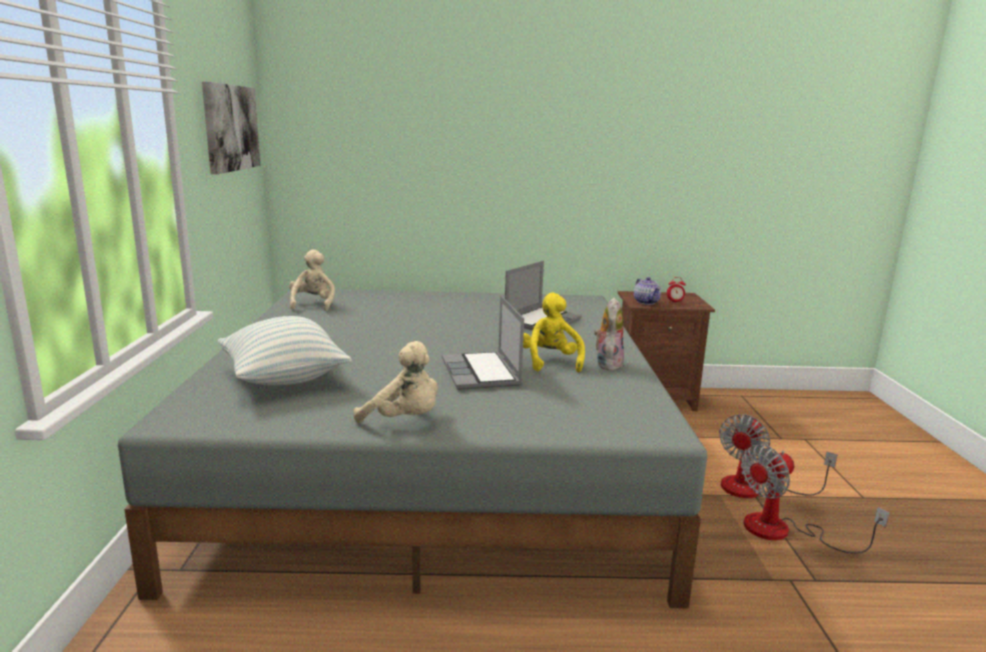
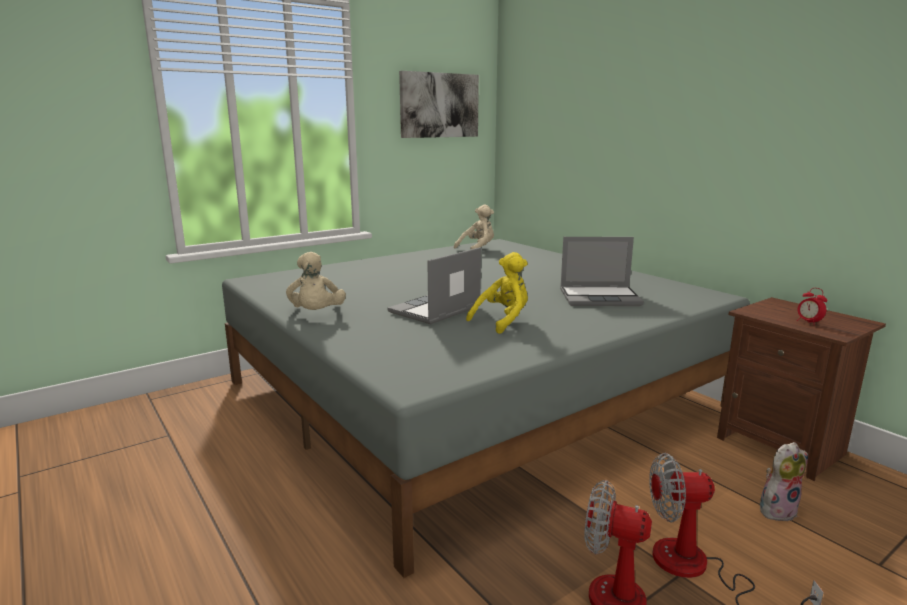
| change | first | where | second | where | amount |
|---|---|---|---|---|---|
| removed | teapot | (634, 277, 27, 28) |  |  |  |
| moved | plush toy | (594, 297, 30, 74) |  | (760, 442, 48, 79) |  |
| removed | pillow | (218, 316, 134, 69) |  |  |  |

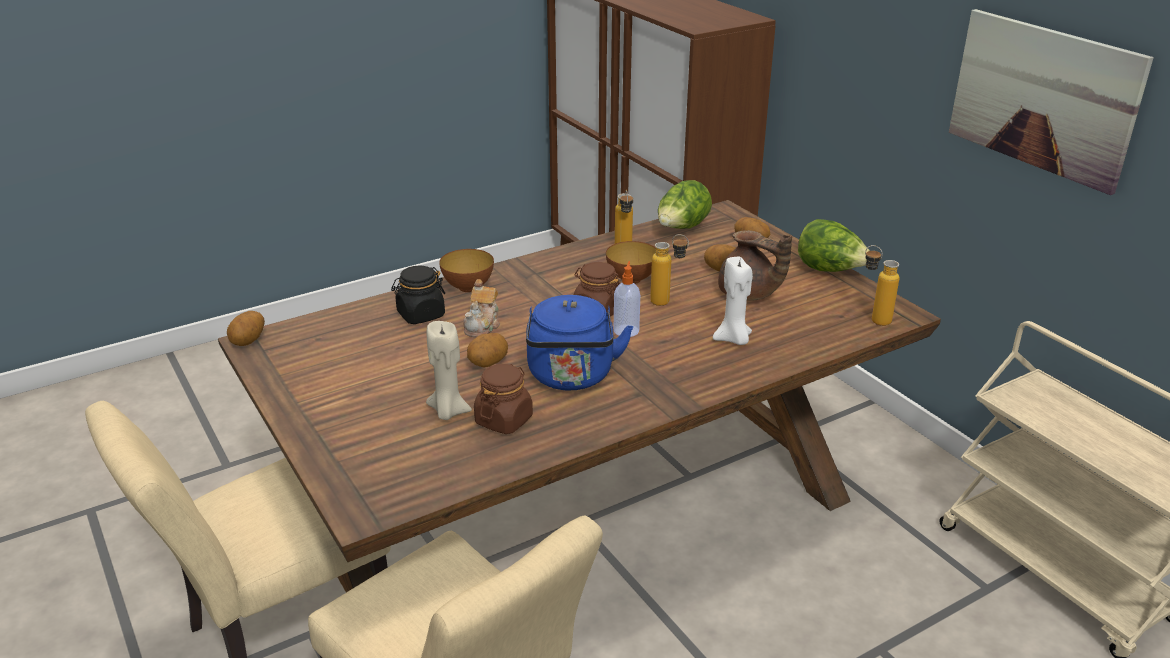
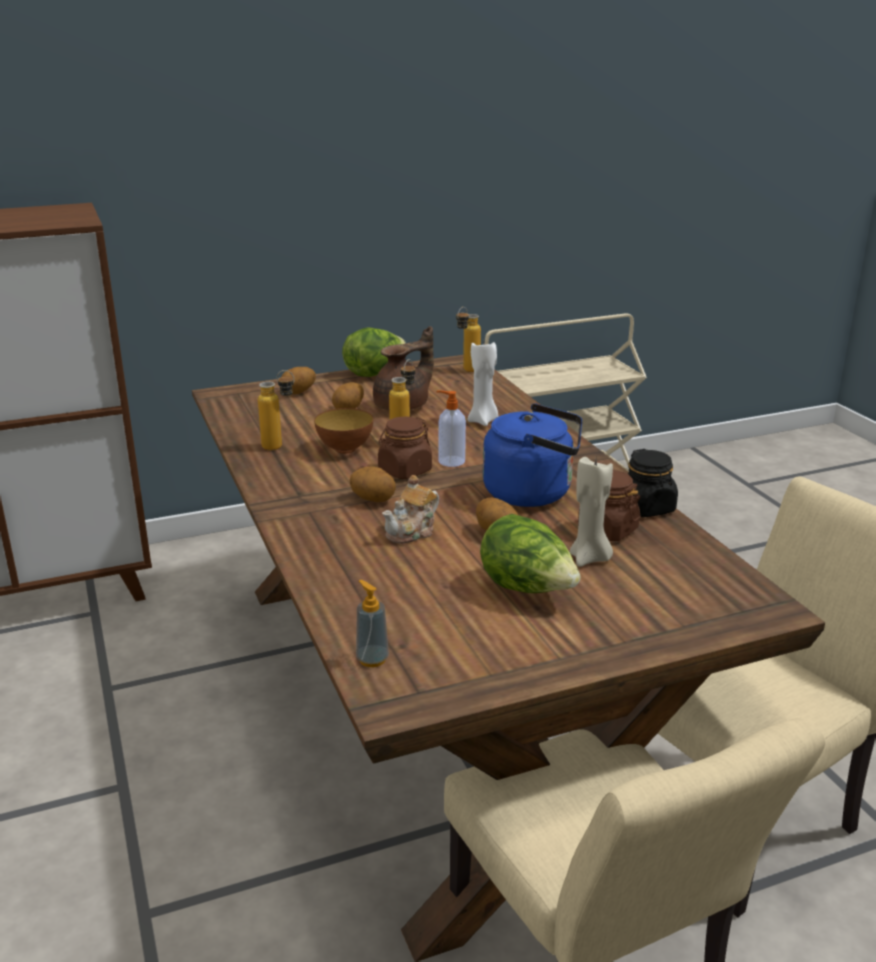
| change | first | where | second | where | amount |
|---|---|---|---|---|---|
| removed | picture | (949, 9, 205, 186) |  |  |  |
| moved | lettuce | (658, 180, 54, 49) |  | (480, 514, 101, 79) |  |
| removed | bowl | (439, 249, 55, 43) |  |  |  |
| moved | black jar | (391, 266, 54, 58) |  | (628, 449, 50, 68) |  |
| turned | teapot | (463, 279, 37, 58) |  | (382, 475, 57, 69) | 105 degrees clockwise |
| moved | potato | (227, 311, 38, 35) |  | (350, 467, 46, 35) |  |
| added |  |  | soap dispenser | (356, 580, 33, 87) |  |

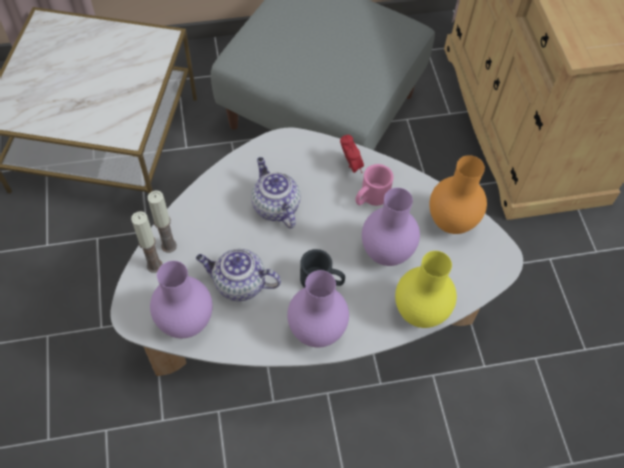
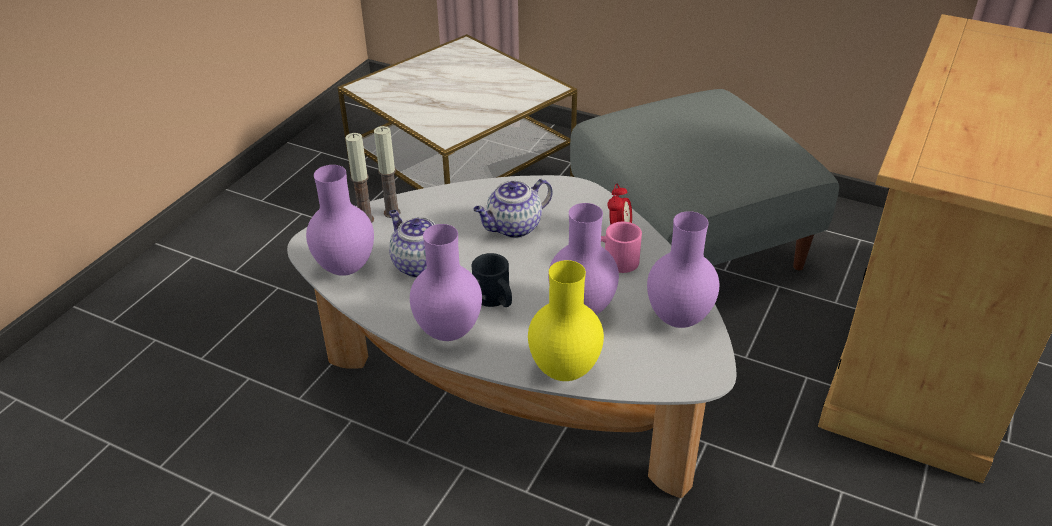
| change | first | where | second | where | amount |
|---|---|---|---|---|---|
| recoloured | orange vase | (429, 155, 58, 79) | purple vase | (647, 211, 72, 117) |  |
| turned | teapot | (251, 157, 50, 71) |  | (473, 179, 80, 59) | 135 degrees counterclockwise |

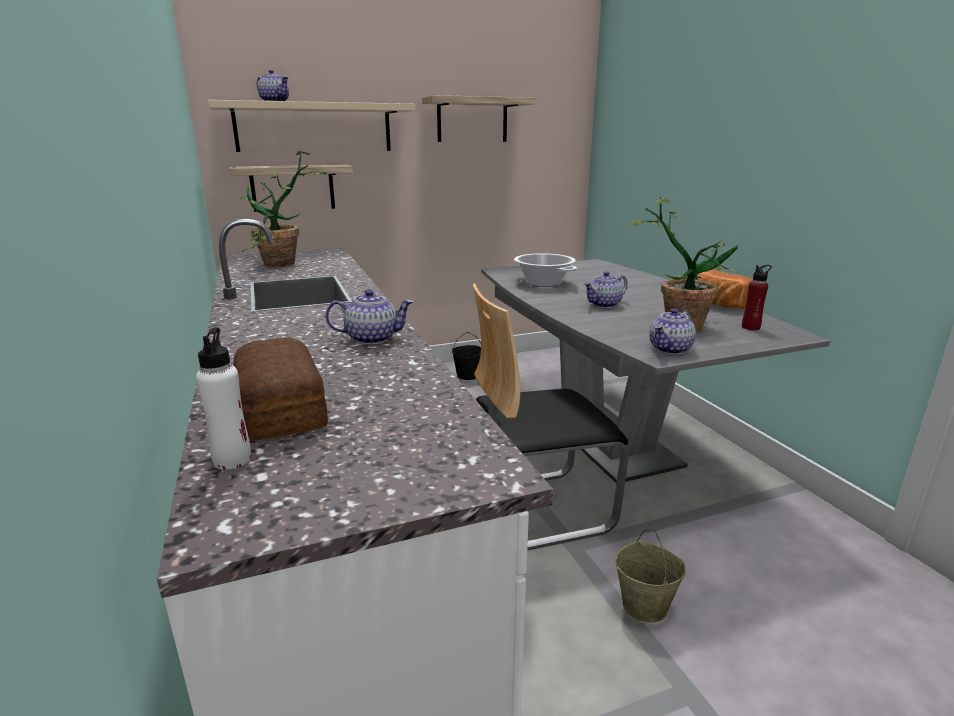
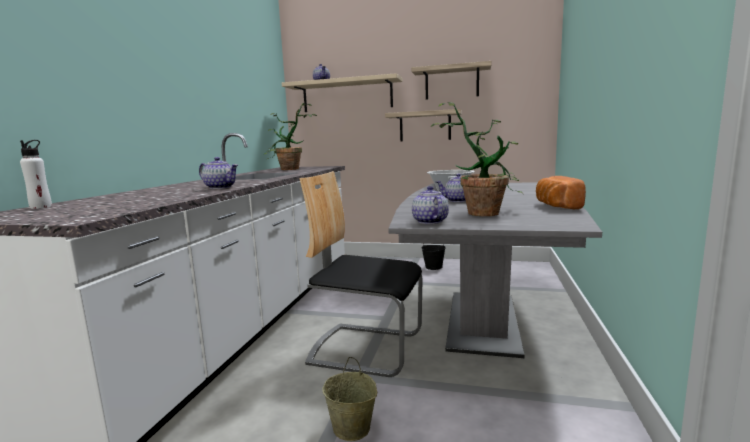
| change | first | where | second | where | amount |
|---|---|---|---|---|---|
| moved | shelf | (229, 165, 125, 47) |  | (385, 109, 77, 33) |  |
| removed | red bottle | (742, 265, 30, 65) |  |  |  |
| turned | teapot | (650, 308, 46, 46) |  | (412, 186, 37, 38) | 90 degrees clockwise |
| removed | bread | (234, 338, 94, 103) |  |  |  |

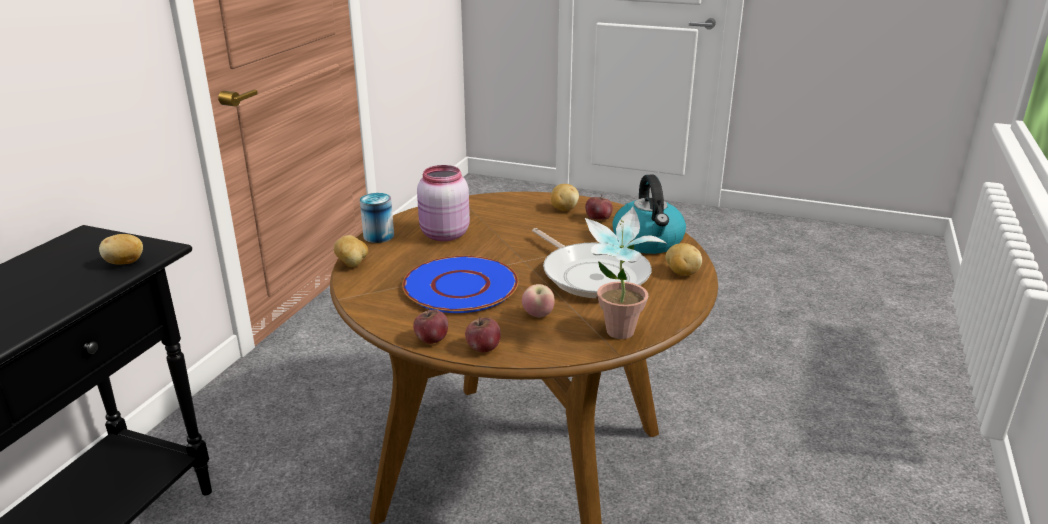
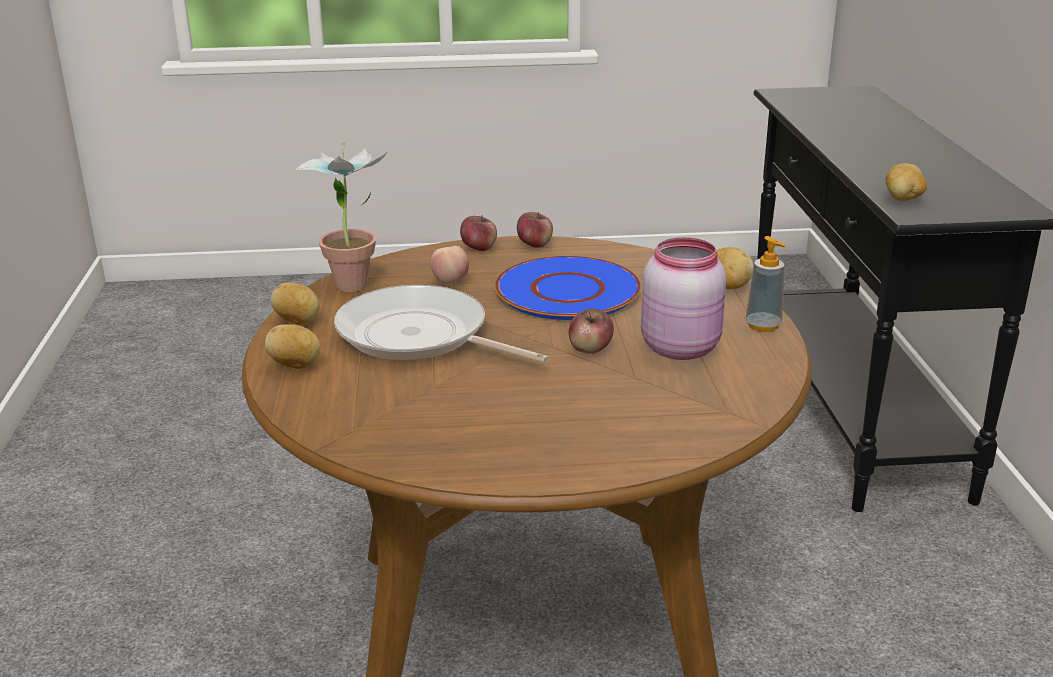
| change | first | where | second | where | amount |
|---|---|---|---|---|---|
| removed | kettle | (612, 174, 74, 80) |  |  |  |
| moved | potato | (551, 184, 28, 27) |  | (270, 283, 50, 42) |  |
| replaced | can | (360, 193, 34, 50) | soap dispenser | (746, 236, 40, 96) |  |
| moved | apple | (585, 195, 28, 25) |  | (569, 309, 45, 45) |  |

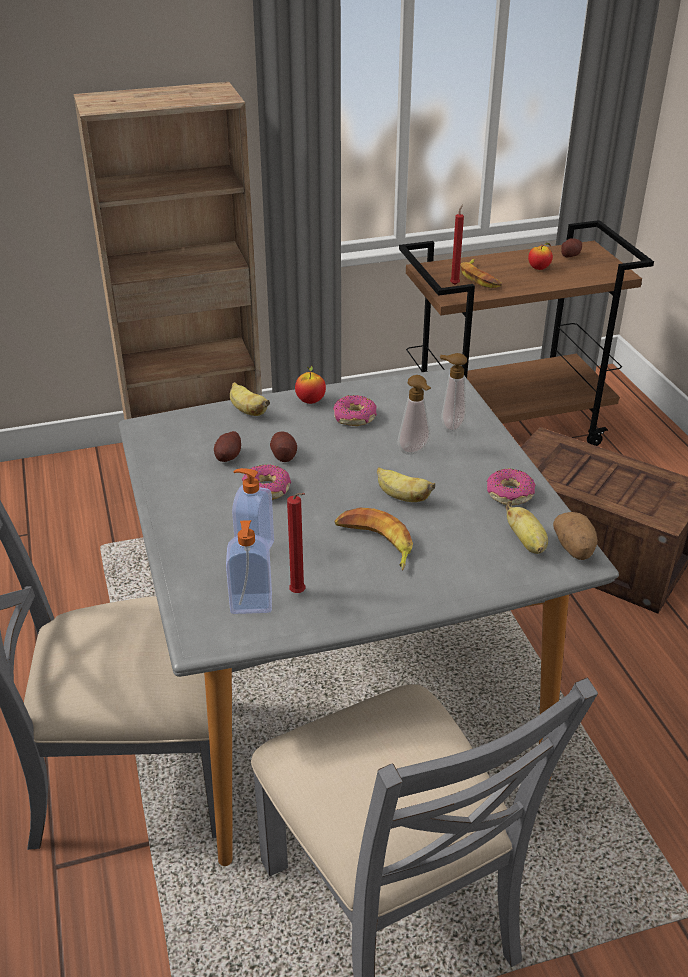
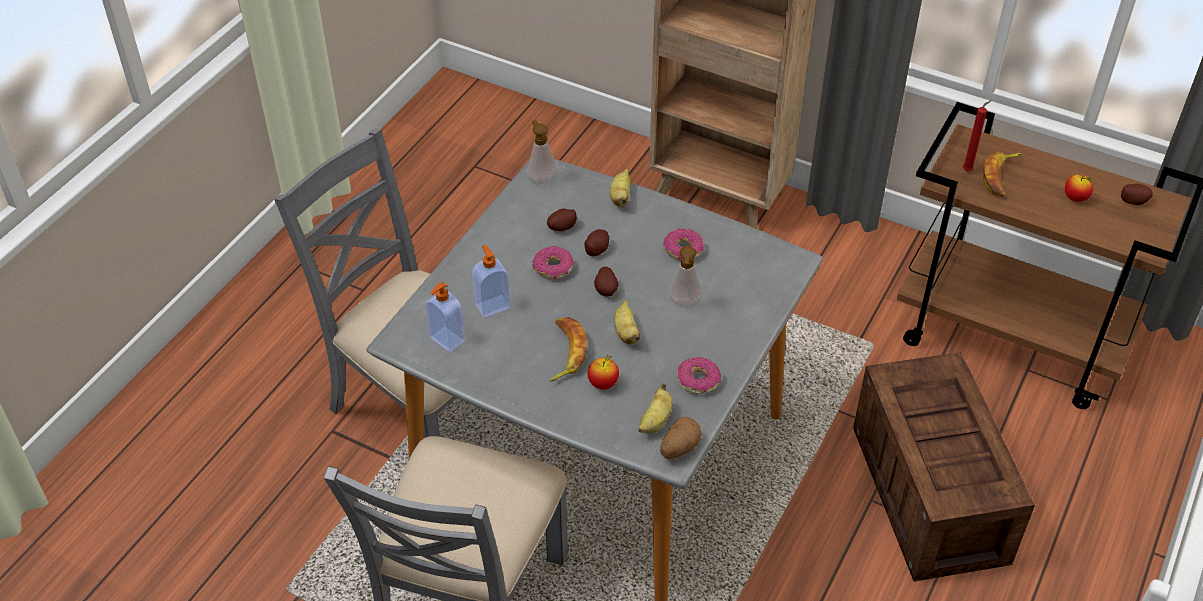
| change | first | where | second | where | amount |
|---|---|---|---|---|---|
| moved | soap dispenser | (440, 353, 27, 79) |  | (527, 120, 30, 65) |  |
| moved | apple | (295, 366, 31, 38) |  | (587, 355, 32, 35) |  |
| removed | red candle | (287, 493, 18, 100) |  |  |  |
| added |  |  | potato | (594, 267, 24, 30) |  |

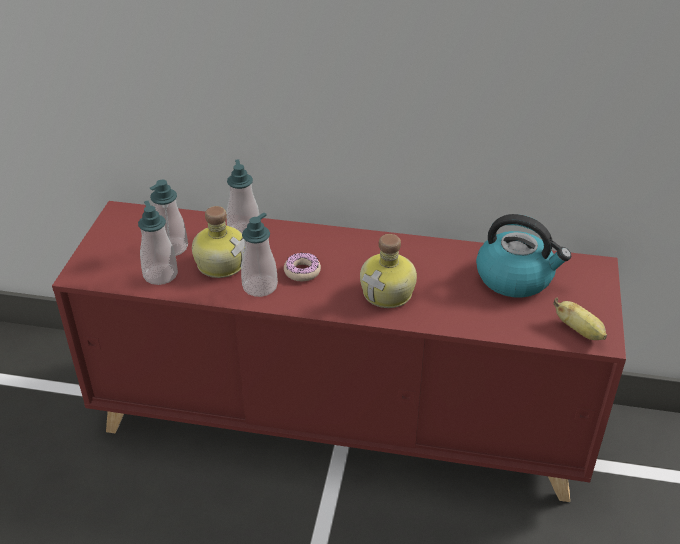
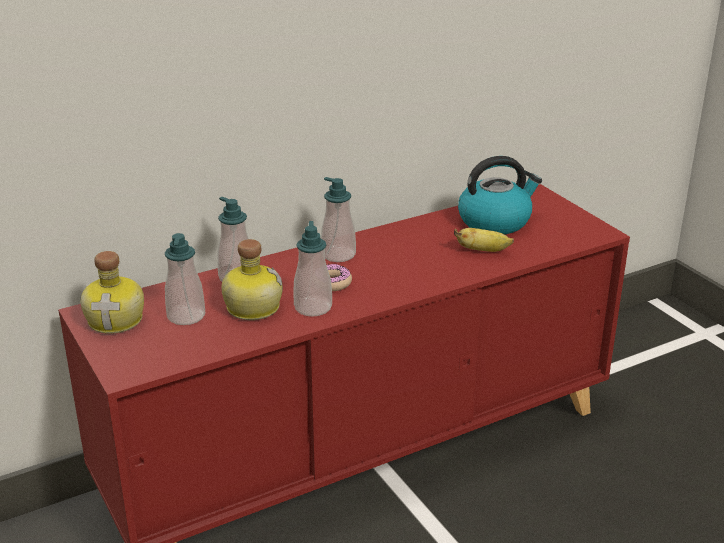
| change | first | where | second | where | amount |
|---|---|---|---|---|---|
| moved | soap dispenser | (138, 201, 40, 84) |  | (321, 177, 35, 85) |  |
| moved | bottle | (360, 234, 57, 74) |  | (80, 251, 64, 83) |  |
| moved | banana | (553, 298, 54, 42) |  | (454, 228, 60, 24) |  |

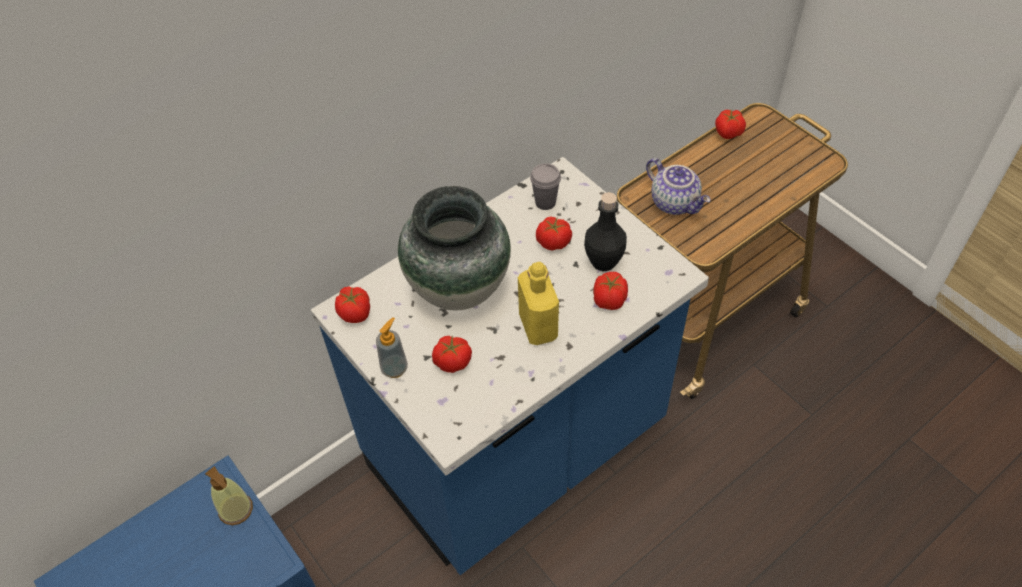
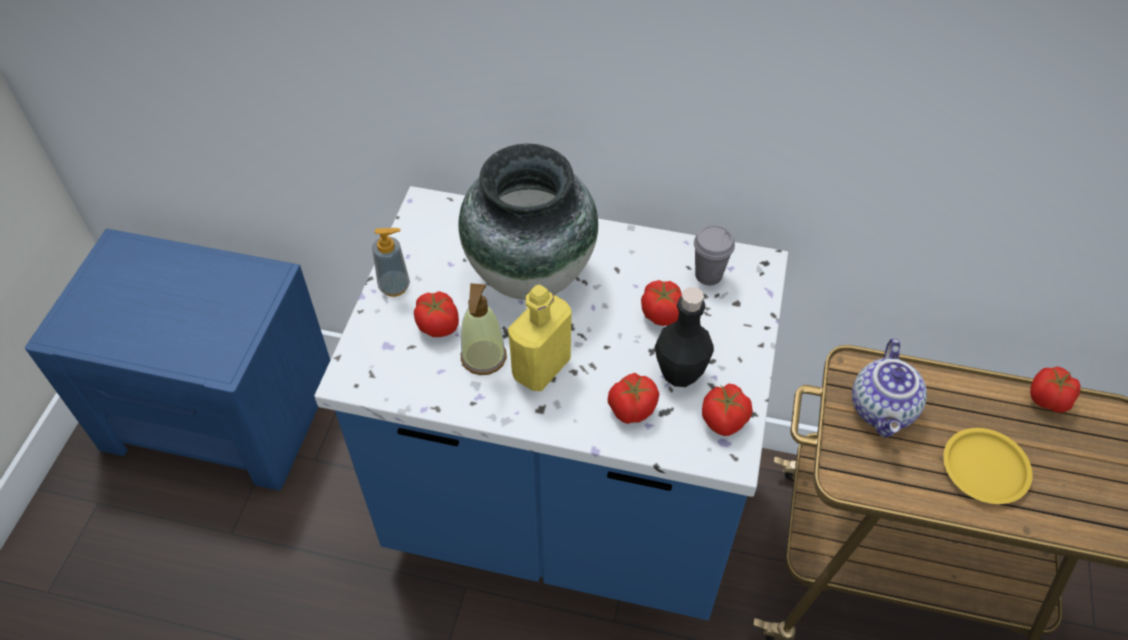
| change | first | where | second | where | amount |
|---|---|---|---|---|---|
| moved | tomato | (335, 286, 35, 37) |  | (702, 383, 51, 53) |  |
| moved | soap dispenser | (205, 466, 48, 59) |  | (461, 283, 46, 92) |  |
| added |  |  | yellow plate | (943, 428, 90, 76) |  |

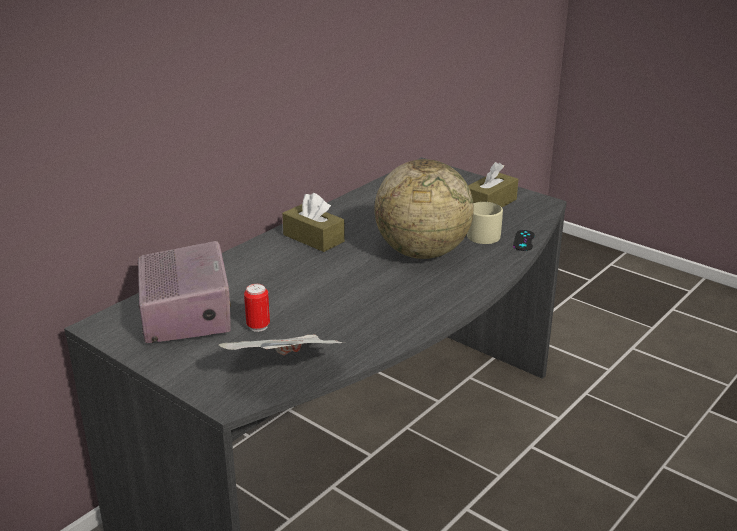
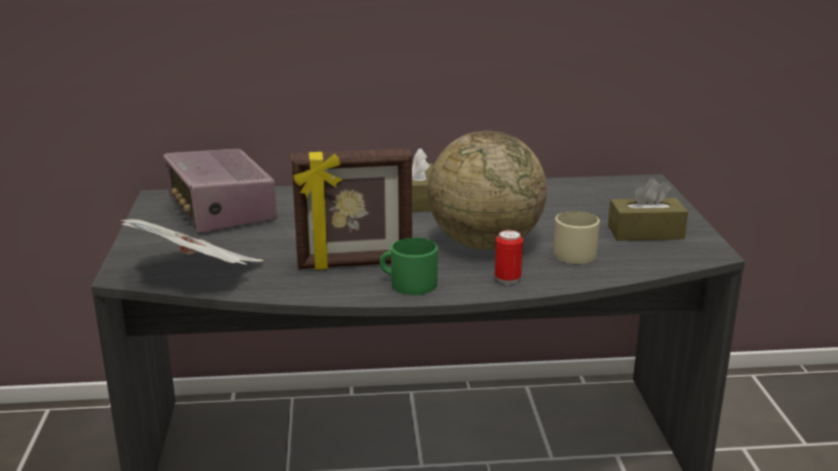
| change | first | where | second | where | amount |
|---|---|---|---|---|---|
| removed | black game controller | (513, 230, 22, 21) |  |  |  |
| turned | radio | (137, 241, 94, 102) |  | (163, 149, 113, 83) | 120 degrees clockwise |
| moved | can | (244, 284, 26, 48) |  | (495, 230, 28, 55) |  |
| added |  |  | picture frame | (291, 148, 121, 122) |  |
| added |  |  | green mug | (380, 238, 58, 57) |  |

